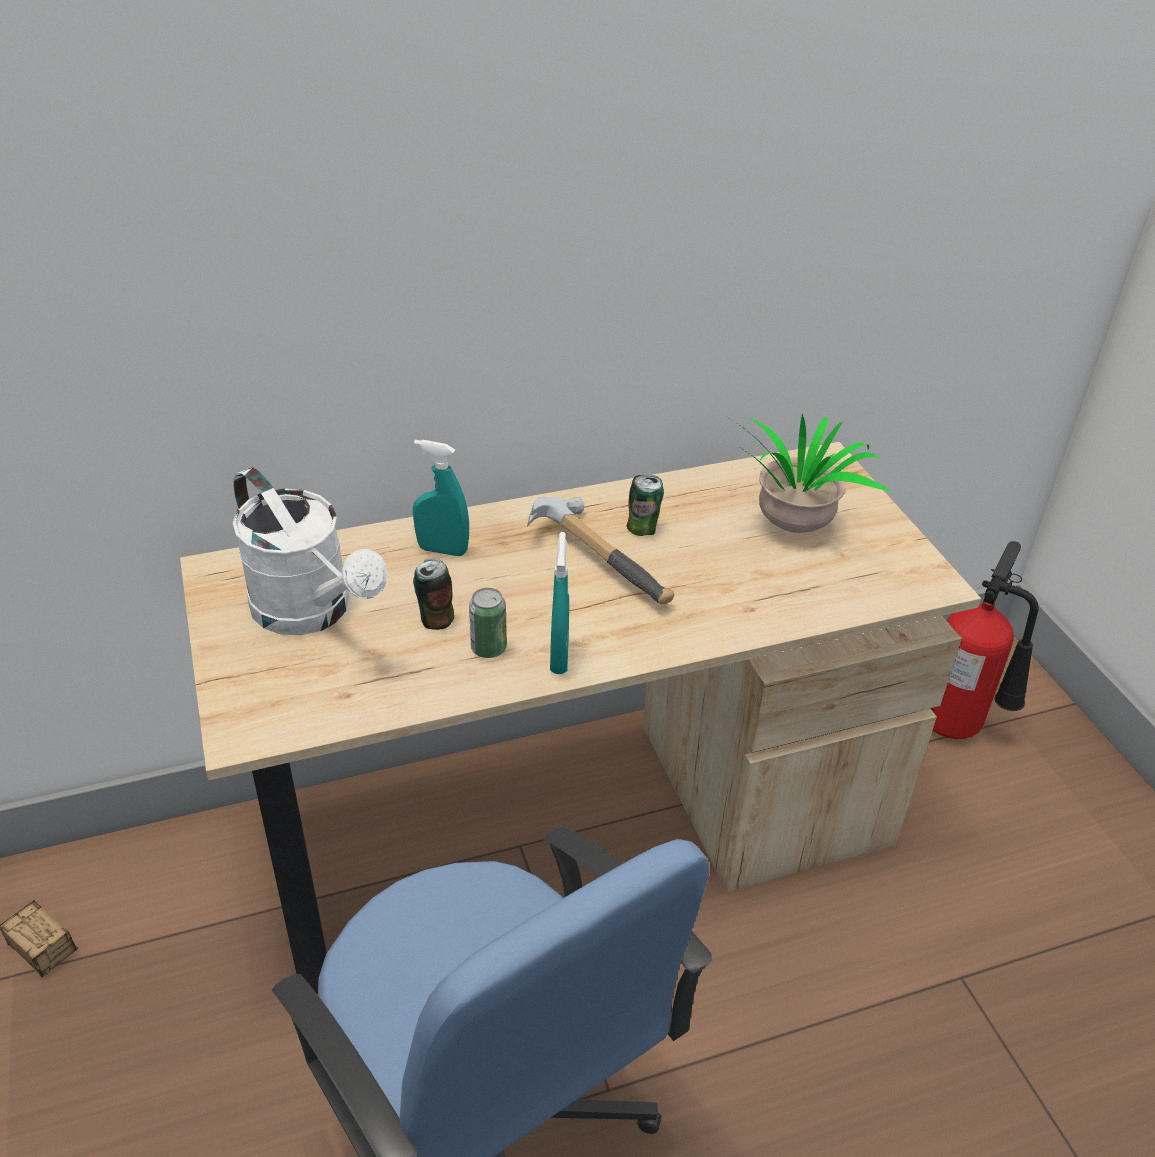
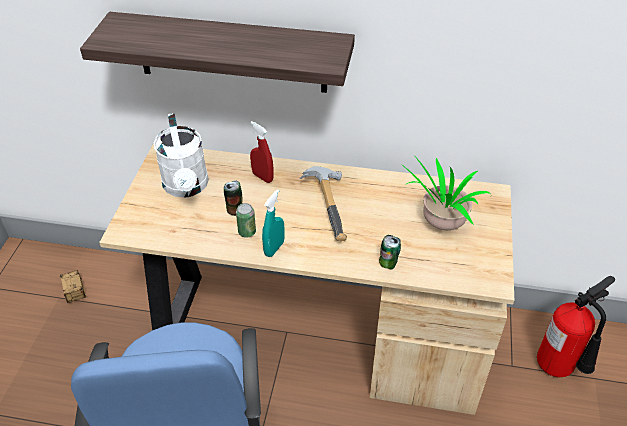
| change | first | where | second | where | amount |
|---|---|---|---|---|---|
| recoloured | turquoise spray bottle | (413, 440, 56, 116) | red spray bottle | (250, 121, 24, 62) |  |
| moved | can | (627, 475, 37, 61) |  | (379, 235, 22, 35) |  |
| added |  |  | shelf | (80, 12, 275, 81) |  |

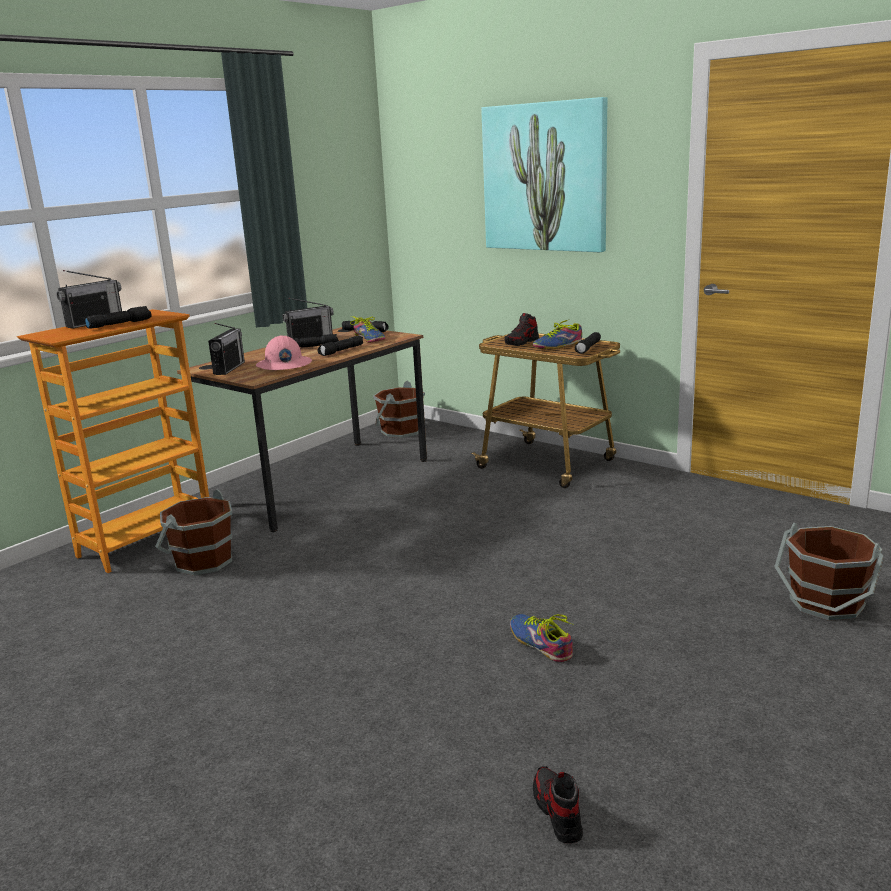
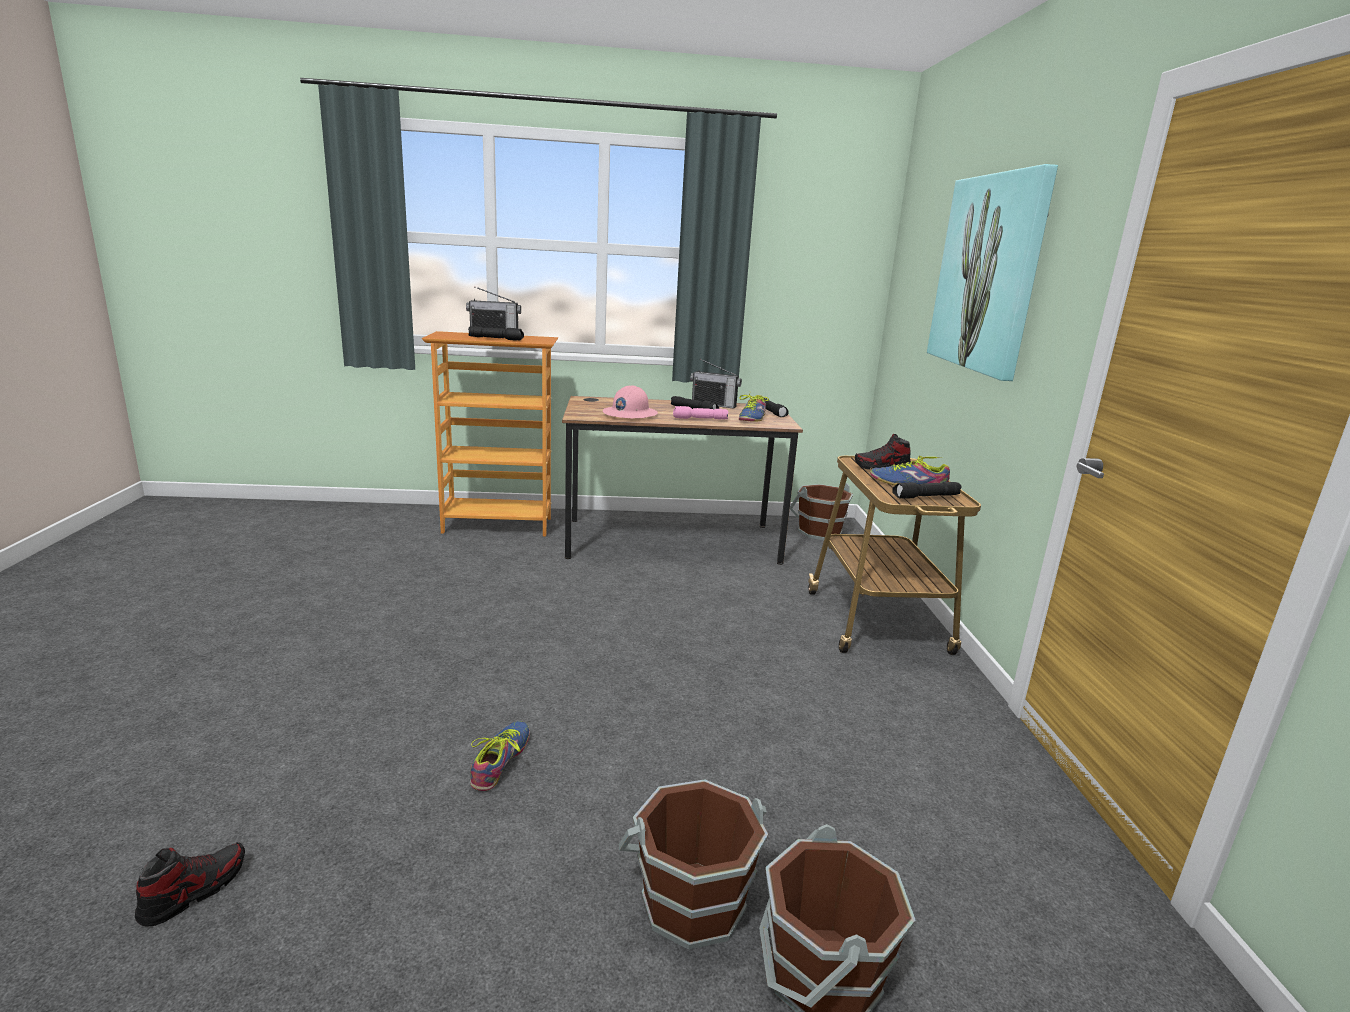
| change | first | where | second | where | amount |
|---|---|---|---|---|---|
| removed | radio | (208, 323, 37, 52) |  |  |  |
| recoloured | black flashlight | (317, 336, 46, 20) | pink flashlight | (673, 406, 55, 14) |  |
| moved | brown bucket | (155, 489, 77, 87) |  | (618, 779, 150, 171) |  |

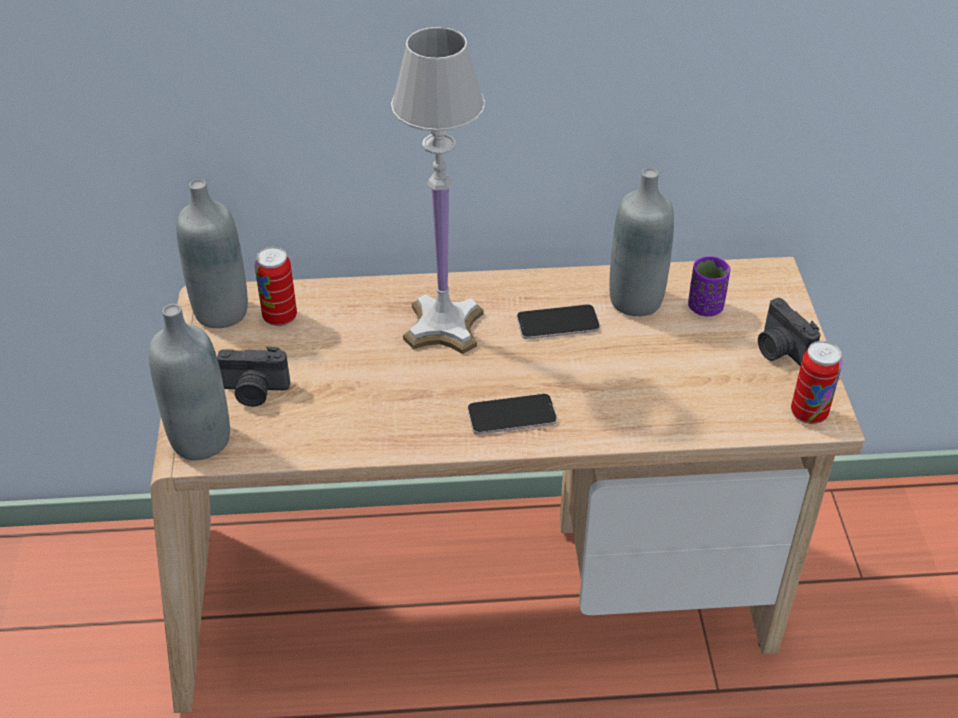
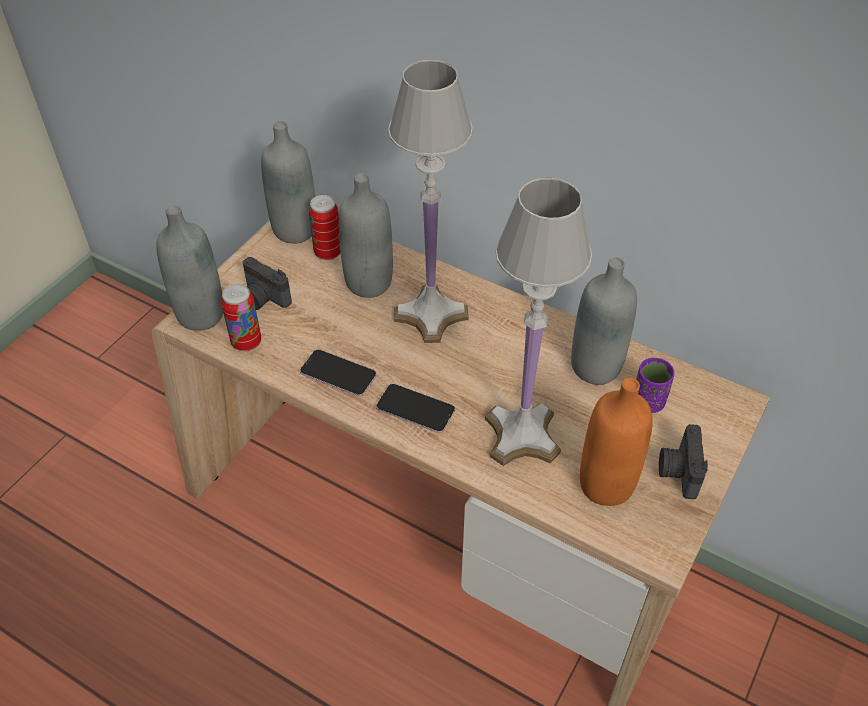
| change | first | where | second | where | amount |
|---|---|---|---|---|---|
| moved | phone | (517, 304, 83, 35) |  | (300, 349, 77, 48) |  |
| moved | can | (791, 341, 51, 83) |  | (221, 284, 40, 67) |  |
| added |  |  | grey bottle | (339, 173, 54, 125) |  |
| added |  |  | white table lamp | (485, 178, 107, 288) |  |
| added |  |  | orange bottle | (580, 378, 73, 128) |  |

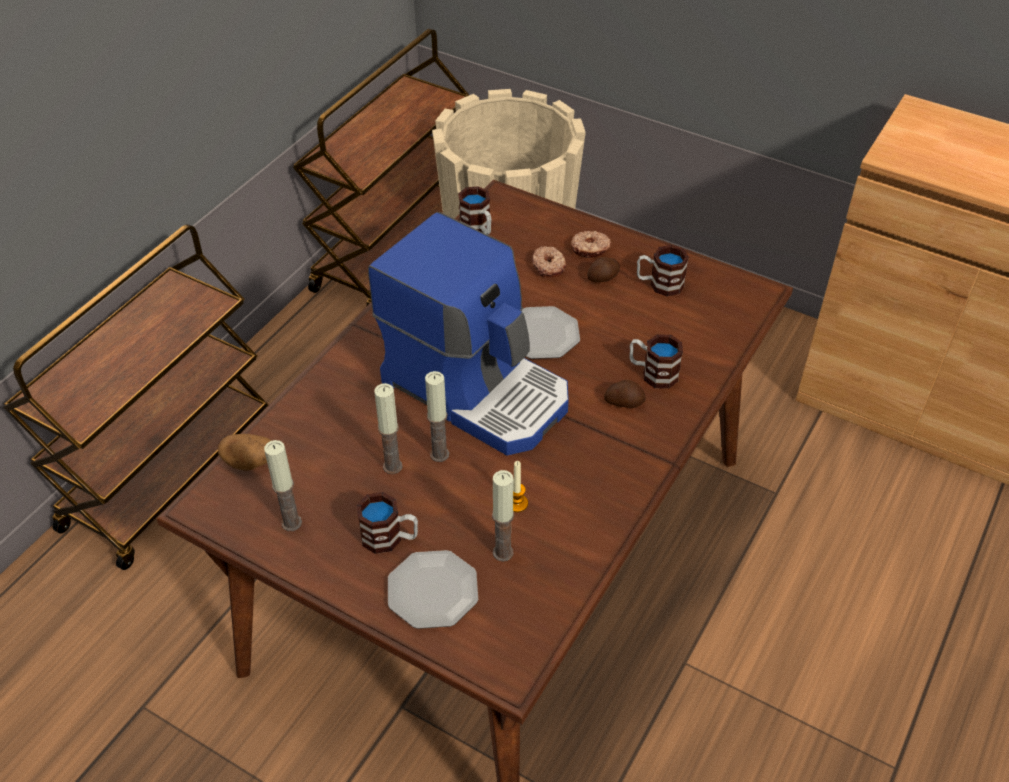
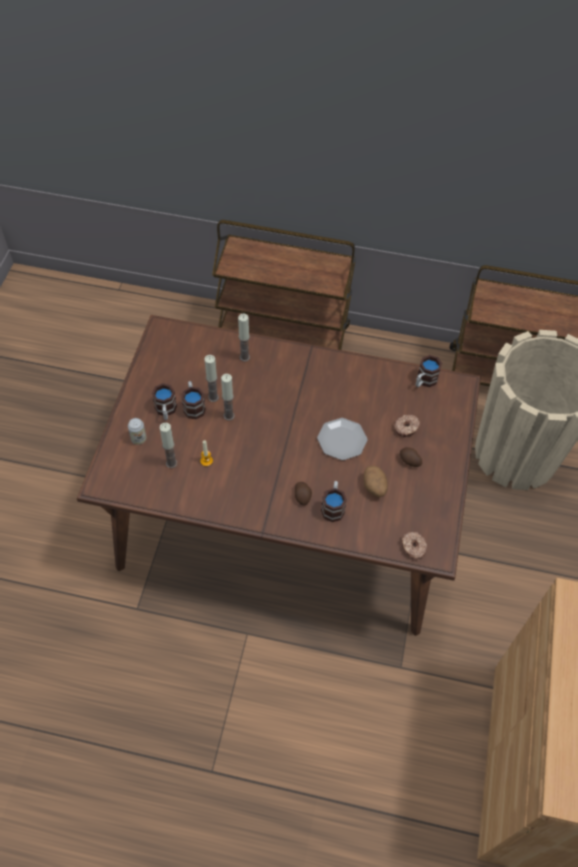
| change | first | where | second | where | amount |
|---|---|---|---|---|---|
| removed | coffee machine | (368, 212, 201, 243) |  |  |  |
| moved | donut | (571, 231, 40, 27) |  | (401, 532, 26, 27) |  |
| moved | mug | (637, 245, 52, 52) |  | (181, 381, 25, 38) |  |
| moved | potato | (218, 434, 53, 37) |  | (364, 466, 24, 31) |  |
| moved | candle | (264, 440, 38, 91) |  | (238, 314, 12, 48) |  |
| replaced | plate | (388, 550, 90, 79) | can | (128, 418, 18, 27) |  |

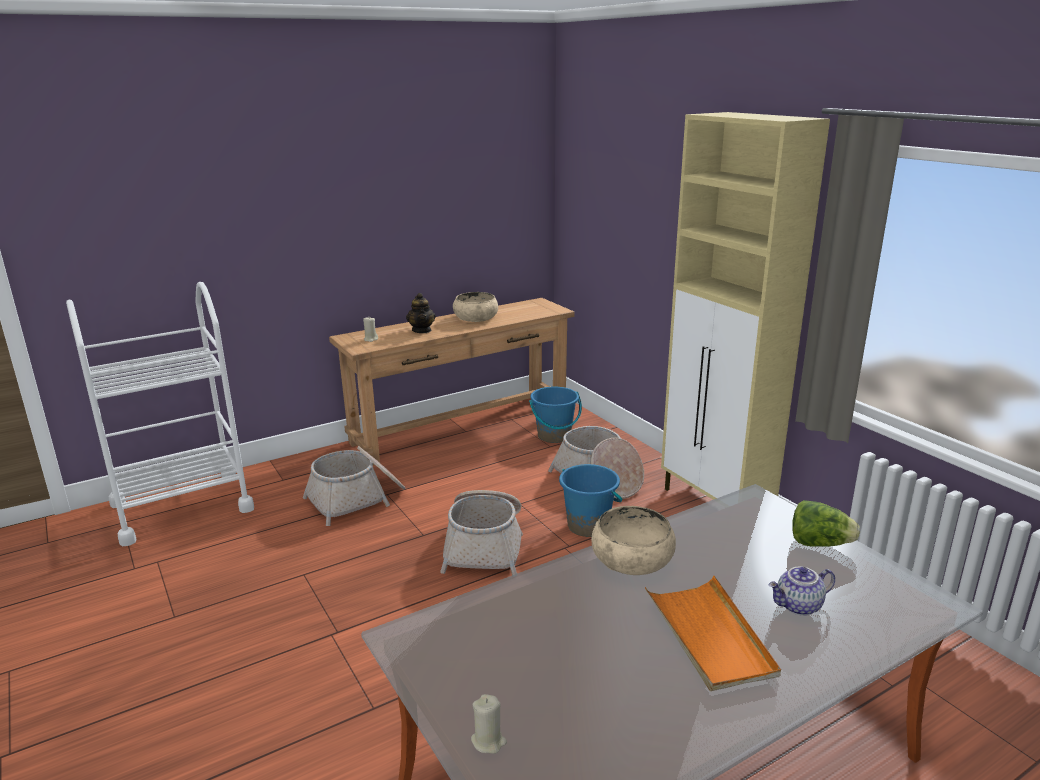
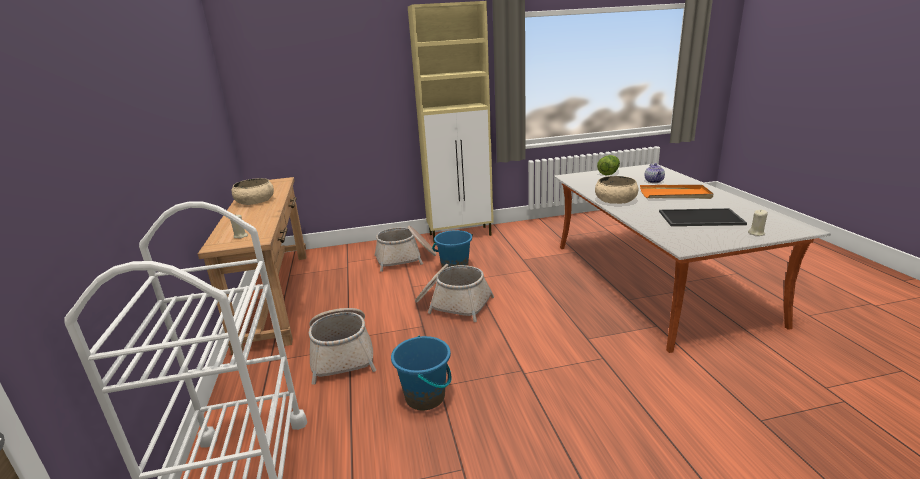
| change | first | where | second | where | amount |
|---|---|---|---|---|---|
| removed | teapot | (406, 293, 30, 40) |  |  |  |
| moved | blue bucket | (529, 387, 53, 56) |  | (391, 336, 61, 74) |  |
| added |  |  | tray | (659, 208, 88, 18) |  |

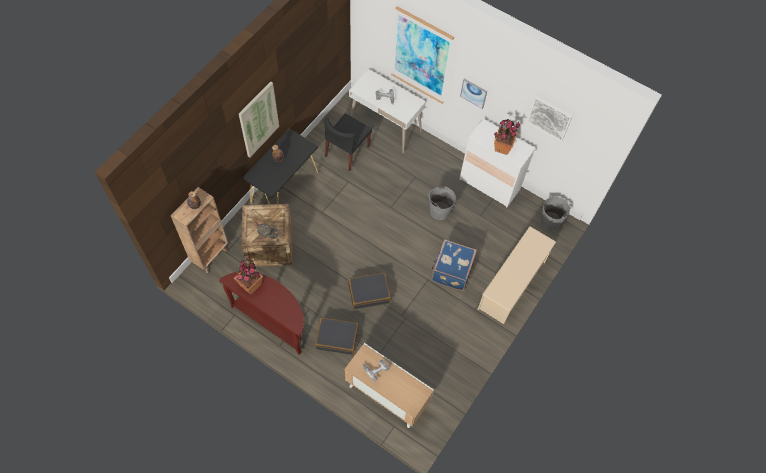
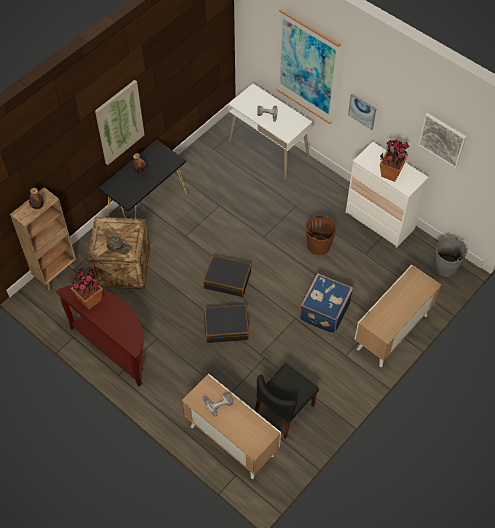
| change | first | where | second | where | amount |
|---|---|---|---|---|---|
| moved | black chair | (324, 114, 48, 57) |  | (255, 363, 64, 76) |  |
| recoloured | grey bucket | (429, 186, 27, 34) | brown bucket | (305, 216, 31, 39) |  |
| replaced | beige shoe rack | (478, 226, 78, 98) | cabinet | (354, 265, 88, 102) |  |
| moved | black suitcase | (315, 318, 43, 37) |  | (203, 256, 49, 41) |  |

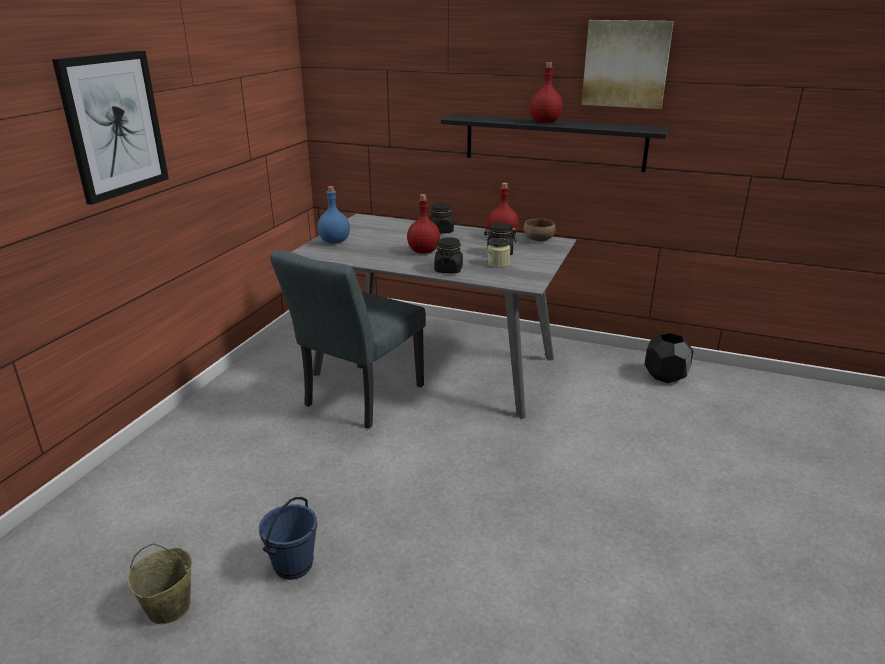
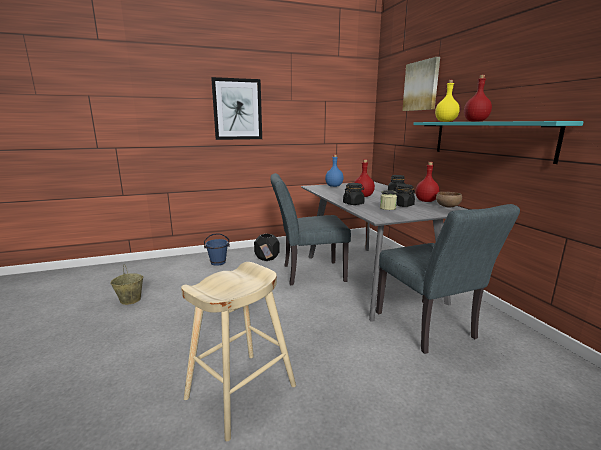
| change | first | where | second | where | amount |
|---|---|---|---|---|---|
| moved | picture | (581, 20, 93, 89) |  | (402, 57, 38, 54) |  |
| recoloured | black shelf | (441, 114, 228, 58) | turquoise shelf | (414, 121, 170, 43) |  |
| moved | black planter | (644, 333, 50, 50) |  | (254, 233, 26, 28) |  |
| moved | blue bucket | (259, 497, 58, 83) |  | (204, 233, 26, 33) |  |
| added |  |  | yellow bottle | (435, 80, 25, 42) |  |
| added |  |  | grey chair | (376, 204, 144, 150) |  |
| added |  |  | beige stool | (181, 262, 115, 179) |  |

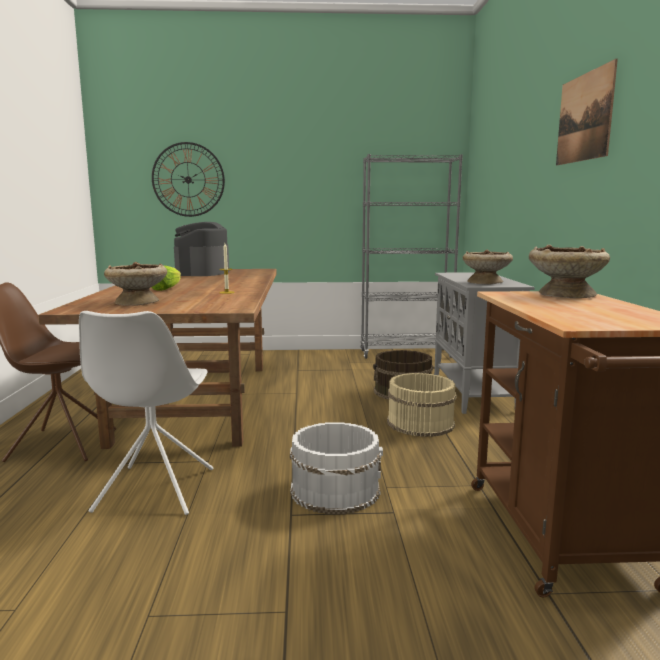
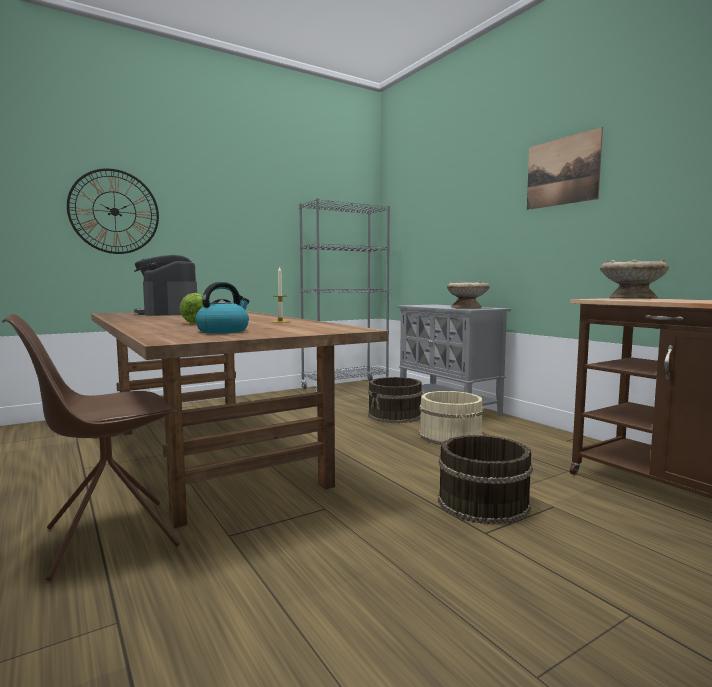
| change | first | where | second | where | amount |
|---|---|---|---|---|---|
| replaced | beige bowl | (104, 262, 63, 44) | kettle | (195, 282, 55, 52) |  |
| removed | white chair | (79, 311, 134, 204) |  |  |  |
| recoloured | white bucket | (290, 422, 93, 92) | brown bucket | (438, 435, 95, 90) |  |

